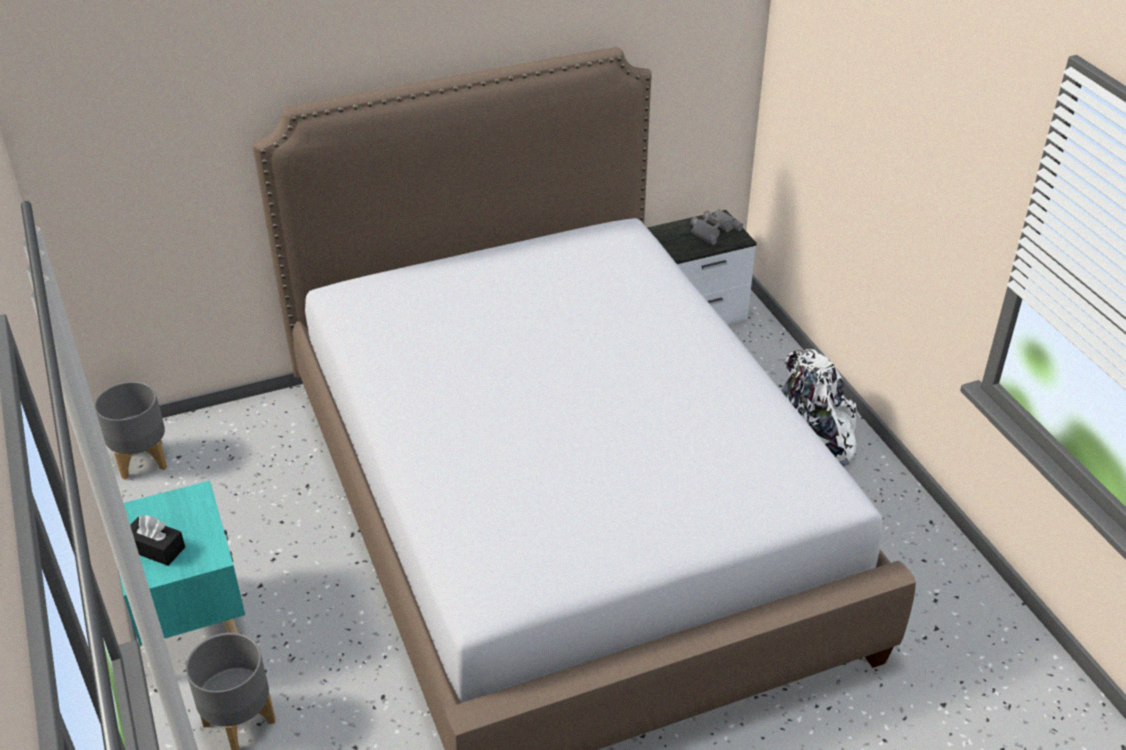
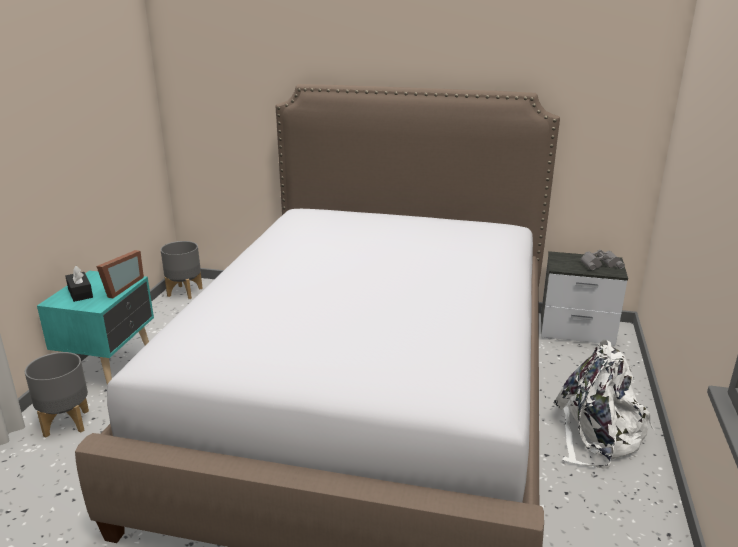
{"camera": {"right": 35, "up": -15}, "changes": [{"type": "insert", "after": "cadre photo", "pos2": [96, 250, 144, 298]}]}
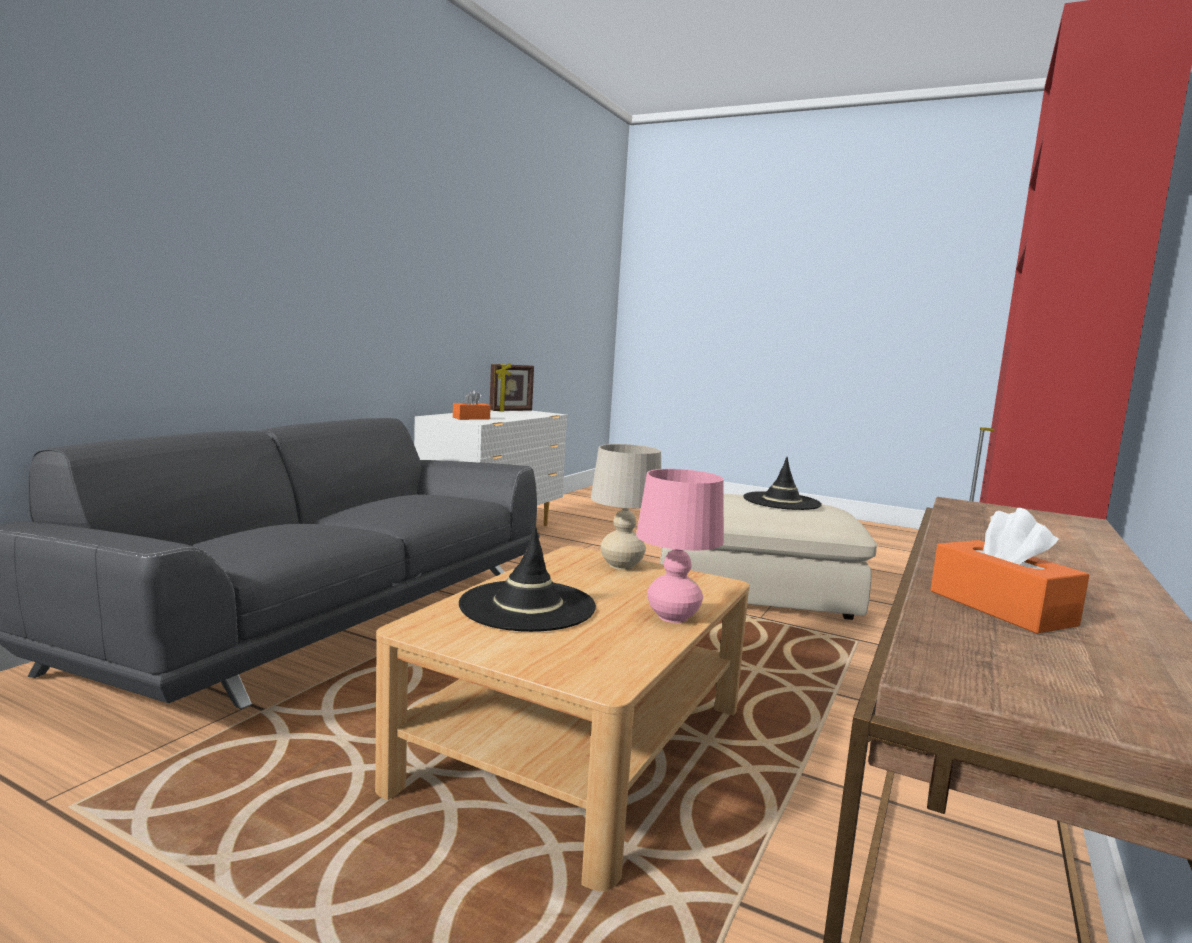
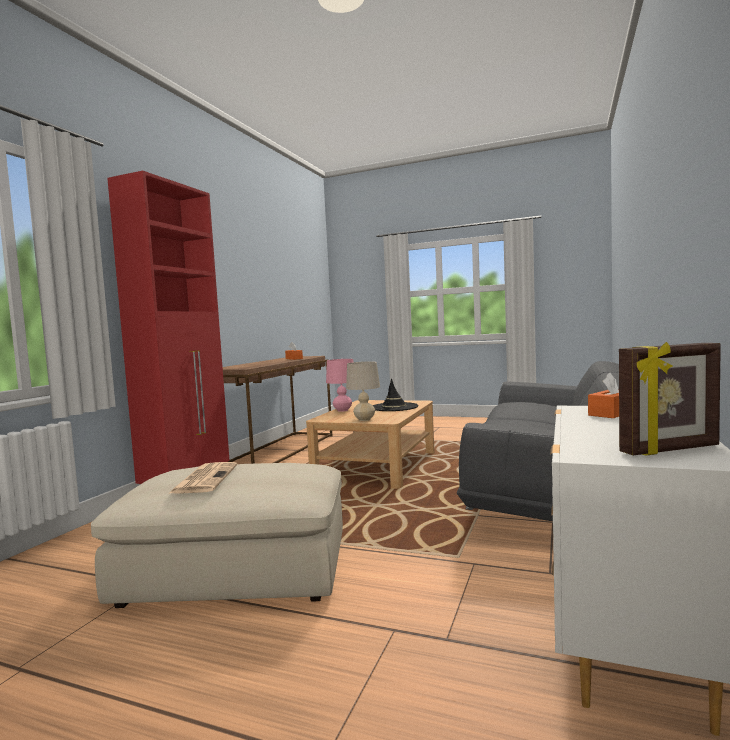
{"camera": {"right": 175, "up": -5}, "changes": [{"type": "replace", "before": "chapeau/noir", "after": "journal", "pos1": [743, 457, 822, 510], "pos2": [168, 462, 238, 494]}, {"type": "rotate", "before": "cadre photo", "pos1": [490, 363, 534, 412], "pos2": [619, 342, 721, 455], "turn": -150}]}
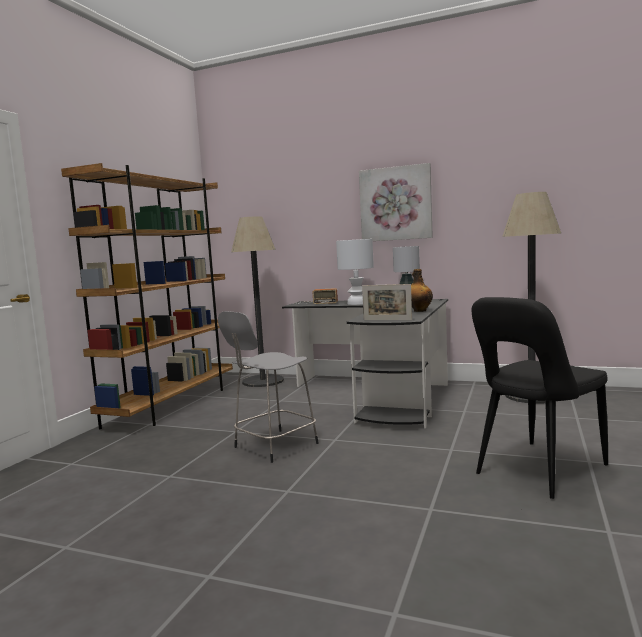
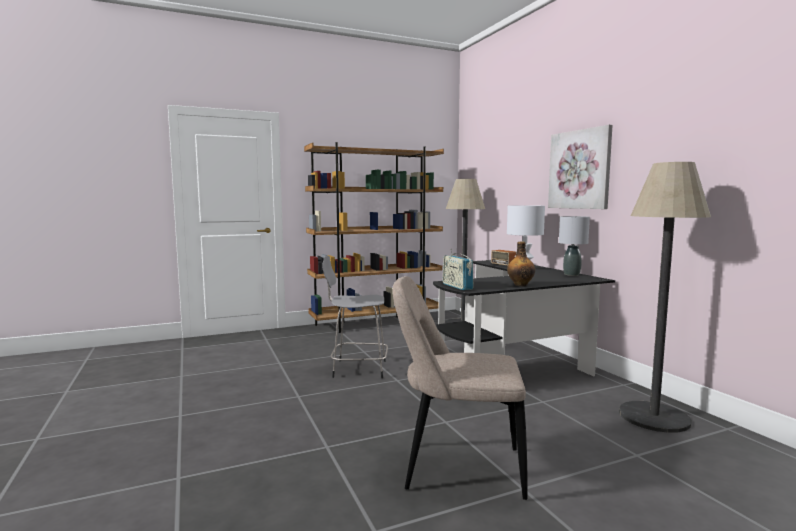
{"camera": {"right": 45, "up": 0}, "changes": [{"type": "recolor", "before": "chaise/noir", "after": "chaise/beige", "pos1": [472, 297, 608, 499], "pos2": [393, 276, 528, 500]}, {"type": "replace", "before": "cadre photo", "after": "radio", "pos1": [362, 284, 412, 320], "pos2": [442, 249, 474, 290]}]}
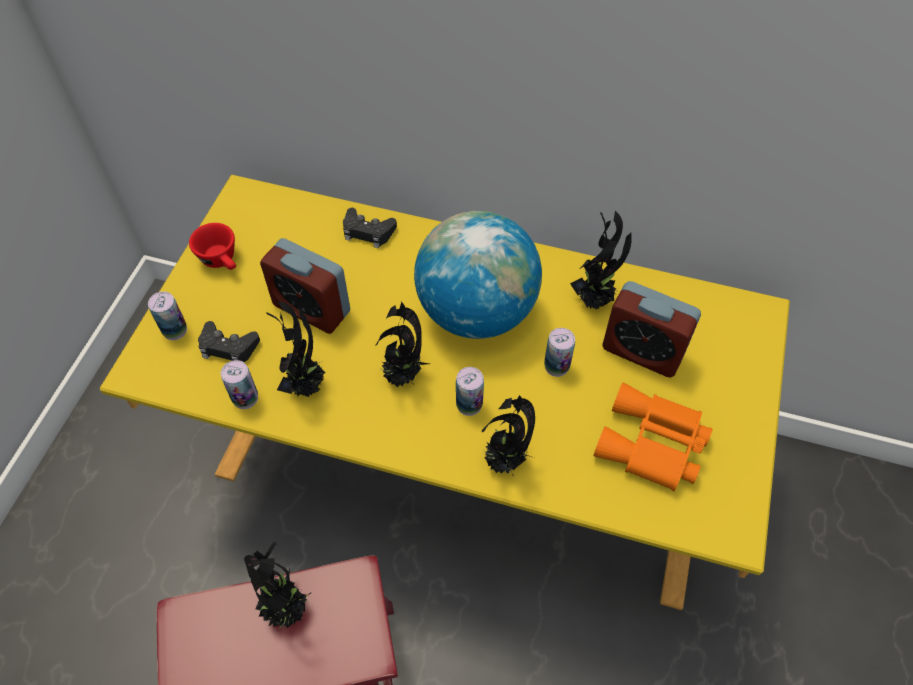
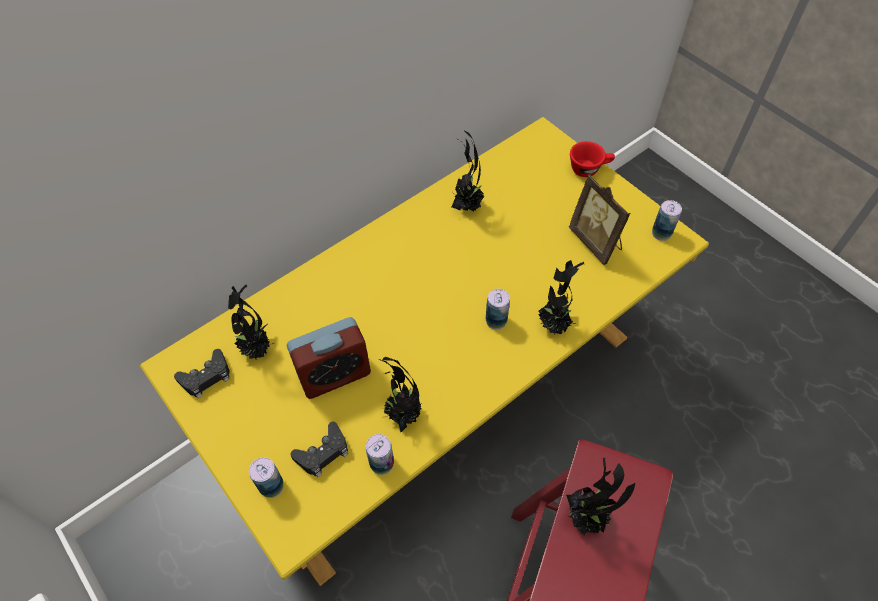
{"camera": {"right": -55, "up": 0}, "changes": [{"type": "move", "before": "manette/noir", "pos1": [343, 208, 397, 248], "pos2": [174, 349, 230, 398]}, {"type": "move", "before": "plante en pot", "pos1": [375, 301, 429, 387], "pos2": [228, 284, 274, 359]}, {"type": "replace", "before": "jumelles/orange", "after": "cadre photo", "pos1": [593, 382, 713, 491], "pos2": [569, 173, 630, 265]}, {"type": "move", "before": "tasse/rouge", "pos1": [189, 223, 236, 270], "pos2": [570, 141, 615, 177]}, {"type": "move", "before": "boîte métallique", "pos1": [544, 328, 575, 377], "pos2": [652, 200, 682, 241]}, {"type": "delete", "before": "globe", "pos1": [414, 211, 542, 339]}, {"type": "delete", "before": "réveil", "pos1": [603, 281, 701, 378]}]}
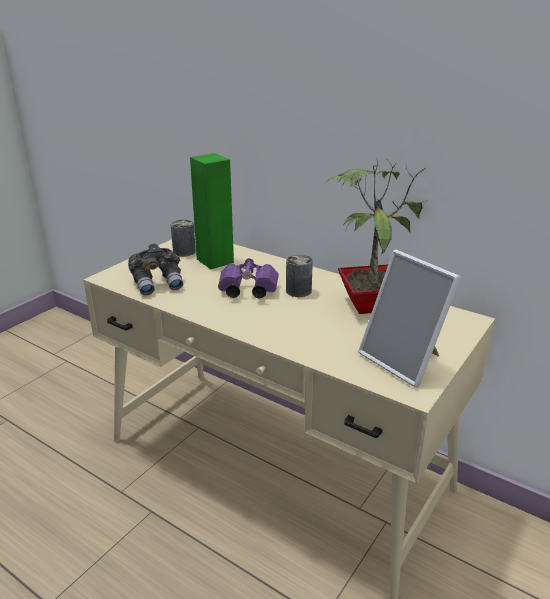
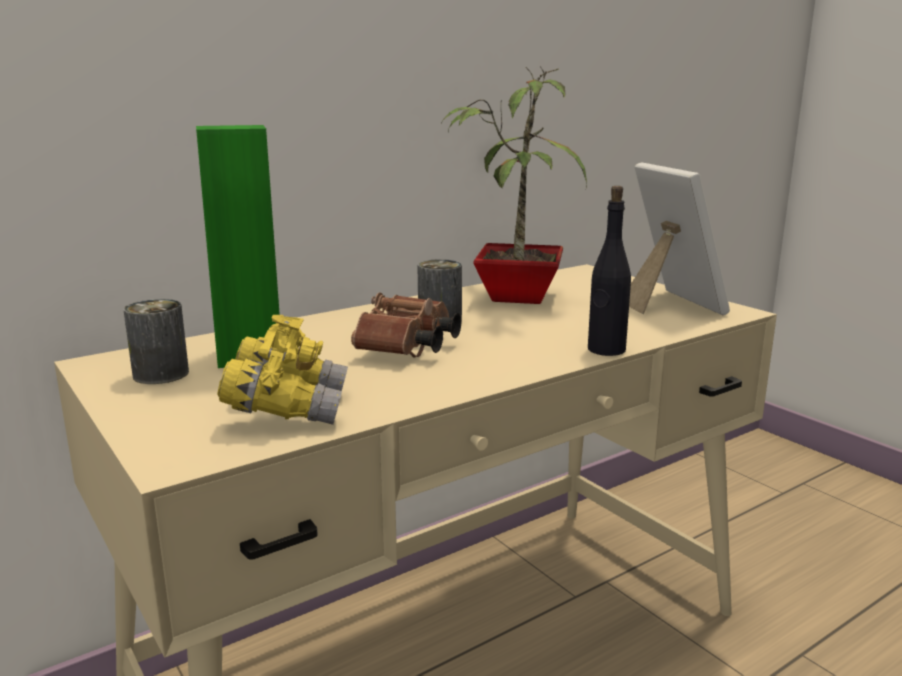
{"camera": {"right": -70, "up": -10}, "changes": [{"type": "recolor", "before": "jumelles/gris", "after": "jumelles/jaune", "pos1": [128, 244, 183, 295], "pos2": [217, 315, 348, 425]}, {"type": "recolor", "before": "jumelles/violet", "after": "jumelles/marron", "pos1": [218, 258, 279, 298], "pos2": [351, 293, 461, 358]}, {"type": "insert", "after": "bouteille/noir", "pos2": [588, 186, 631, 356]}, {"type": "rotate", "before": "cadre photo", "pos1": [358, 250, 461, 388], "pos2": [629, 163, 730, 315], "turn": -90}]}
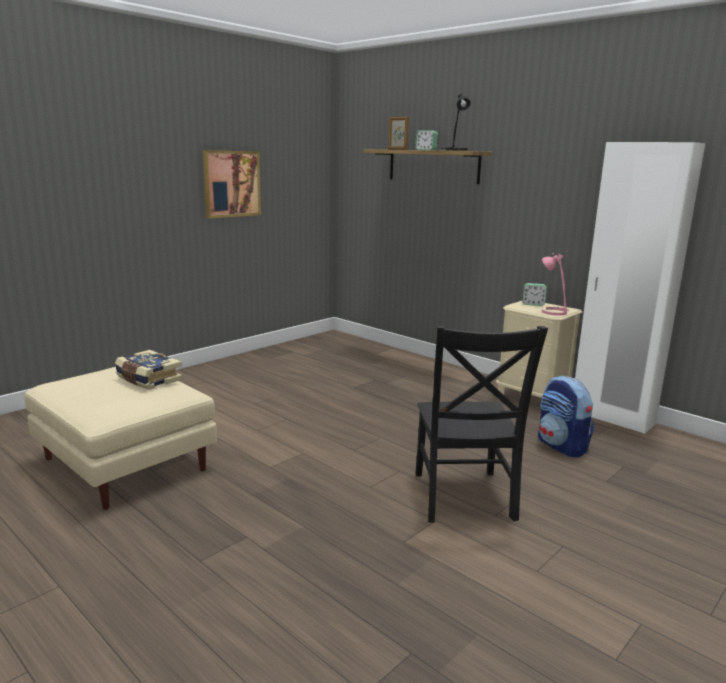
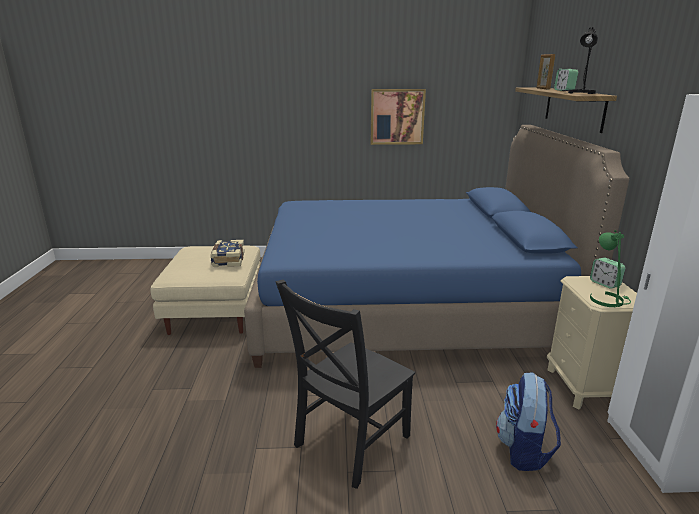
{"camera": {"right": 45, "up": 5}, "changes": [{"type": "insert", "after": "lit/bleu", "pos2": [244, 125, 629, 368]}, {"type": "recolor", "before": "lampe de table/rose", "after": "lampe de table/vert", "pos1": [542, 253, 570, 316], "pos2": [590, 230, 631, 307]}]}
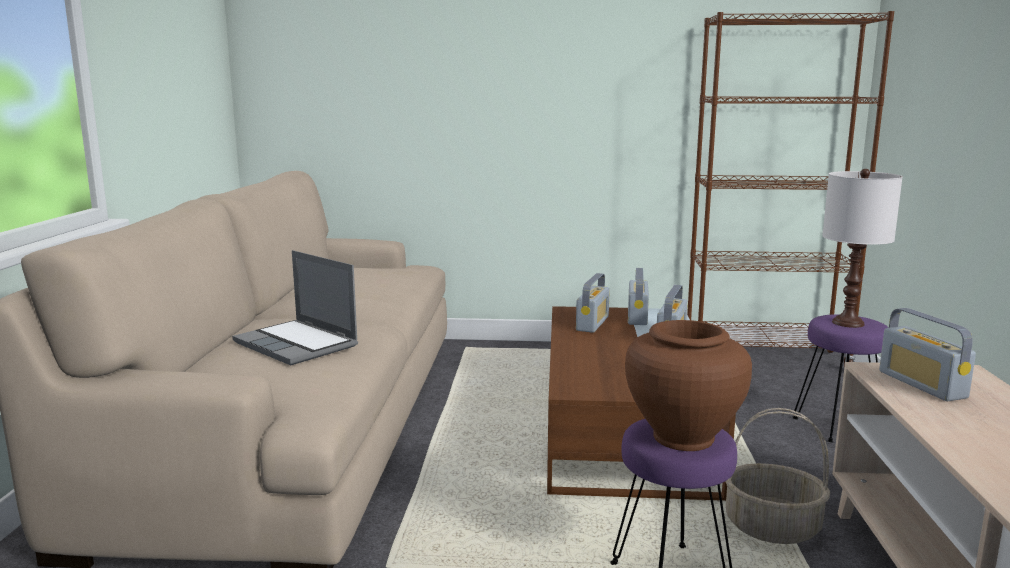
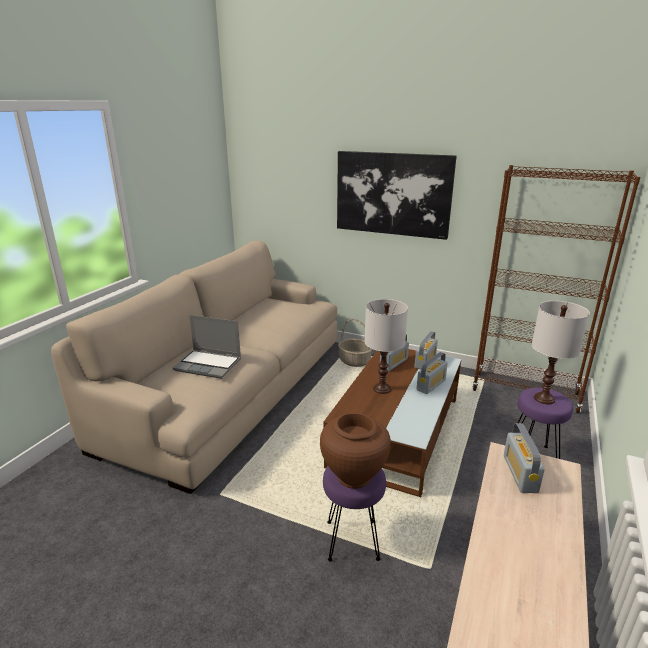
{"camera": {"right": 20, "up": 10}, "changes": [{"type": "rotate", "before": "ordinateur portable", "pos1": [232, 250, 358, 365], "pos2": [173, 315, 241, 379], "turn": -45}, {"type": "insert", "after": "tableau", "pos2": [337, 151, 457, 240]}, {"type": "move", "before": "panier", "pos1": [725, 408, 830, 544], "pos2": [338, 319, 373, 367]}, {"type": "insert", "after": "lampe de table/blanc", "pos2": [364, 299, 408, 394]}]}
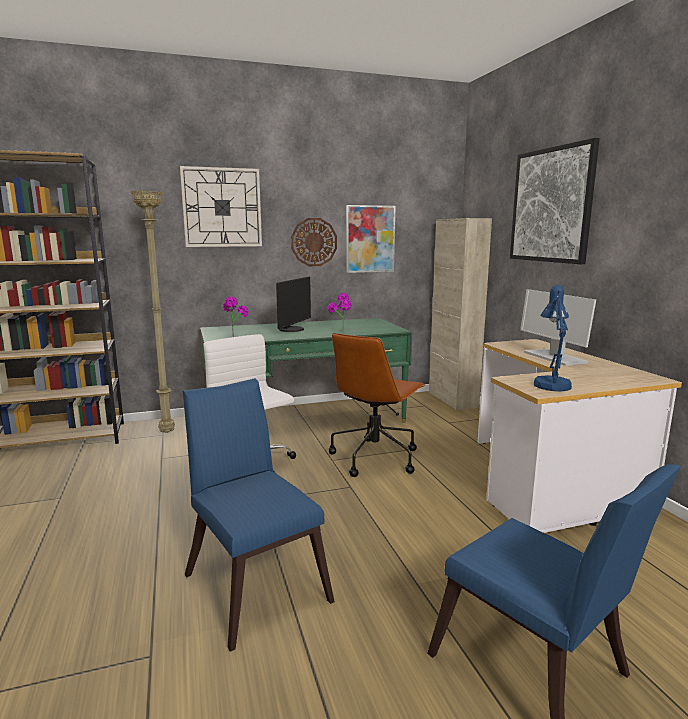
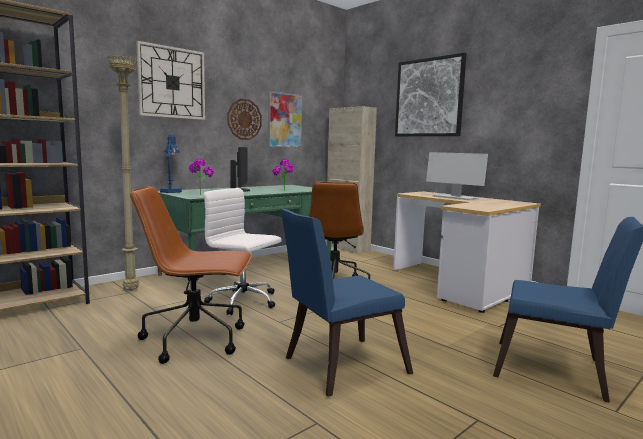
{"camera": {"right": -25, "up": -5}, "changes": [{"type": "insert", "after": "chaise de bureau/marron", "pos2": [130, 186, 252, 364]}, {"type": "move", "before": "lampe de table/bleu", "pos1": [534, 285, 572, 391], "pos2": [160, 134, 182, 193]}, {"type": "rotate", "before": "chaise/bleu", "pos1": [183, 378, 335, 652], "pos2": [281, 209, 413, 397], "turn": -60}]}
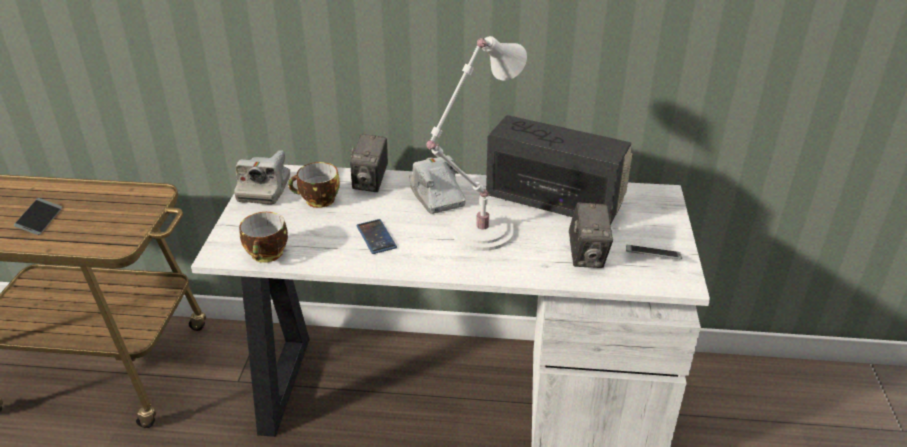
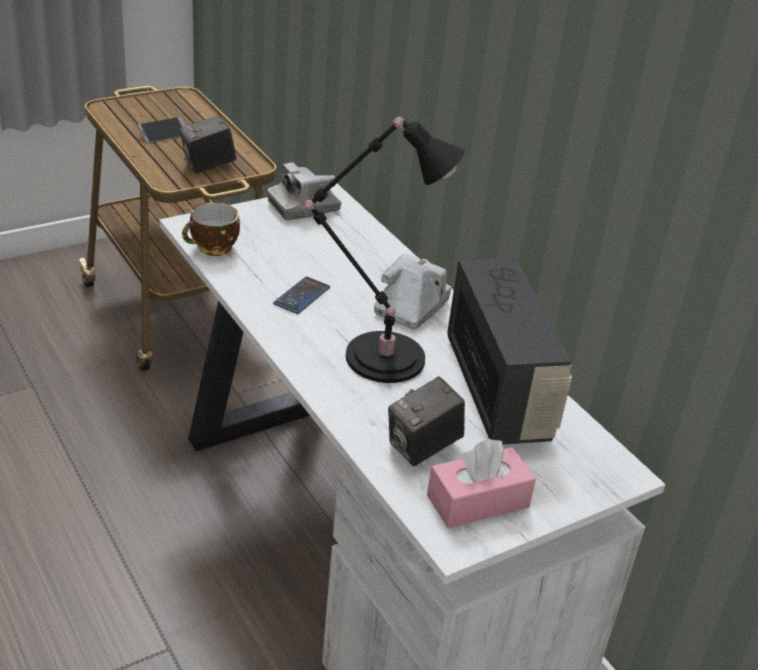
{"camera": {"right": 50, "up": 0}, "changes": [{"type": "move", "before": "appareil photo", "pos1": [350, 134, 388, 192], "pos2": [180, 115, 236, 173]}, {"type": "recolor", "before": "lampe de table/blanc", "after": "lampe de table/noir", "pos1": [426, 36, 527, 251], "pos2": [301, 117, 465, 383]}, {"type": "replace", "before": "téléphone", "after": "boîte à mouchoirs/rose", "pos1": [626, 245, 682, 259], "pos2": [427, 439, 536, 528]}, {"type": "delete", "before": "tasse", "pos1": [288, 162, 340, 208]}]}
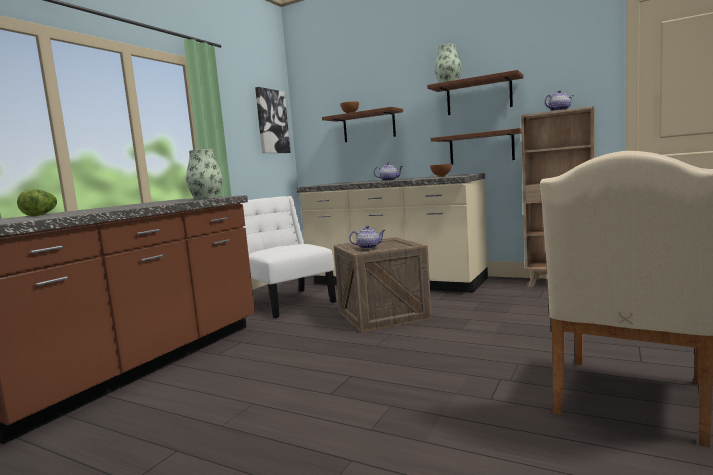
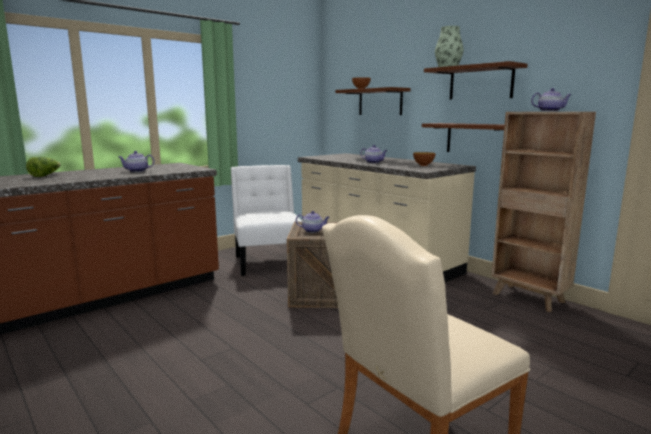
{"camera": {"right": 20, "up": 5}, "changes": [{"type": "insert", "after": "théière", "pos2": [118, 151, 155, 172]}, {"type": "delete", "before": "vase", "pos1": [186, 149, 223, 200]}, {"type": "delete", "before": "tableau", "pos1": [255, 87, 291, 153]}]}
